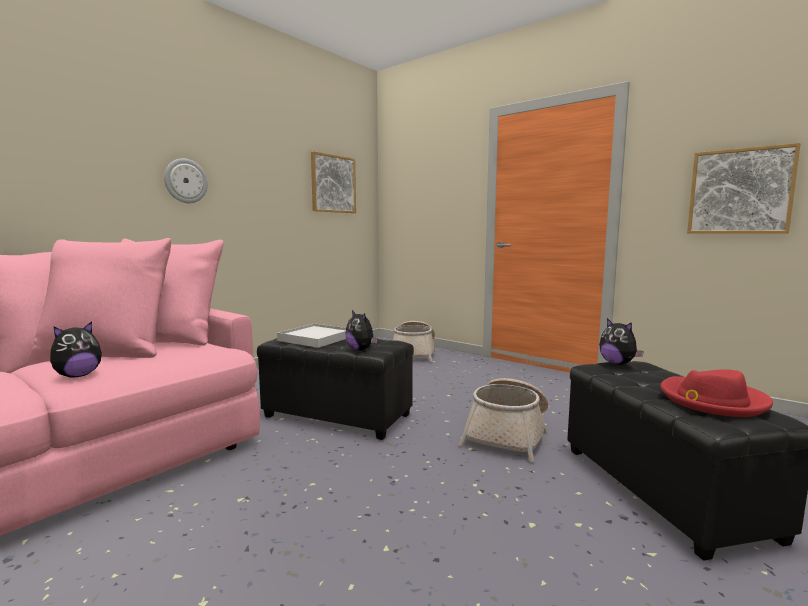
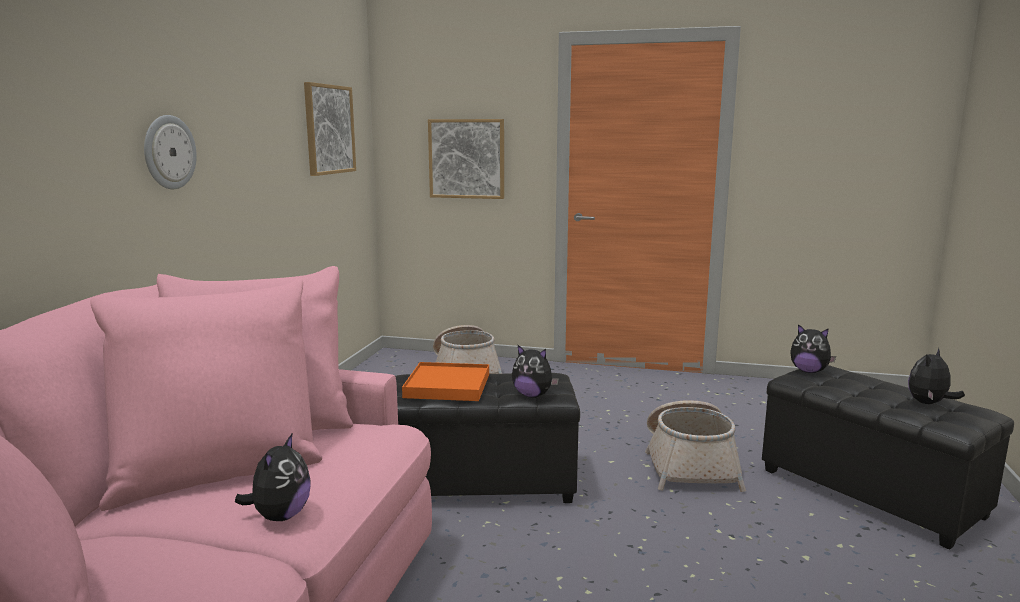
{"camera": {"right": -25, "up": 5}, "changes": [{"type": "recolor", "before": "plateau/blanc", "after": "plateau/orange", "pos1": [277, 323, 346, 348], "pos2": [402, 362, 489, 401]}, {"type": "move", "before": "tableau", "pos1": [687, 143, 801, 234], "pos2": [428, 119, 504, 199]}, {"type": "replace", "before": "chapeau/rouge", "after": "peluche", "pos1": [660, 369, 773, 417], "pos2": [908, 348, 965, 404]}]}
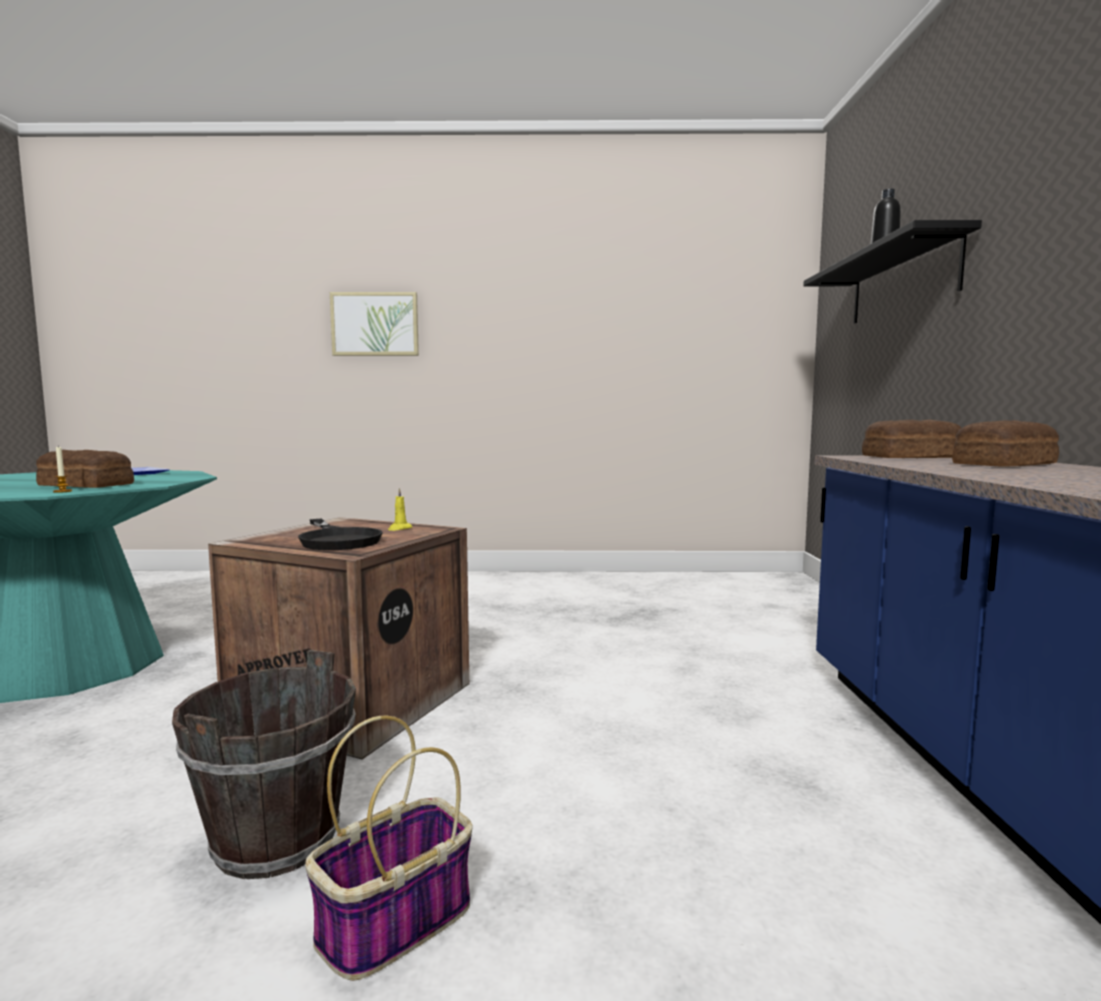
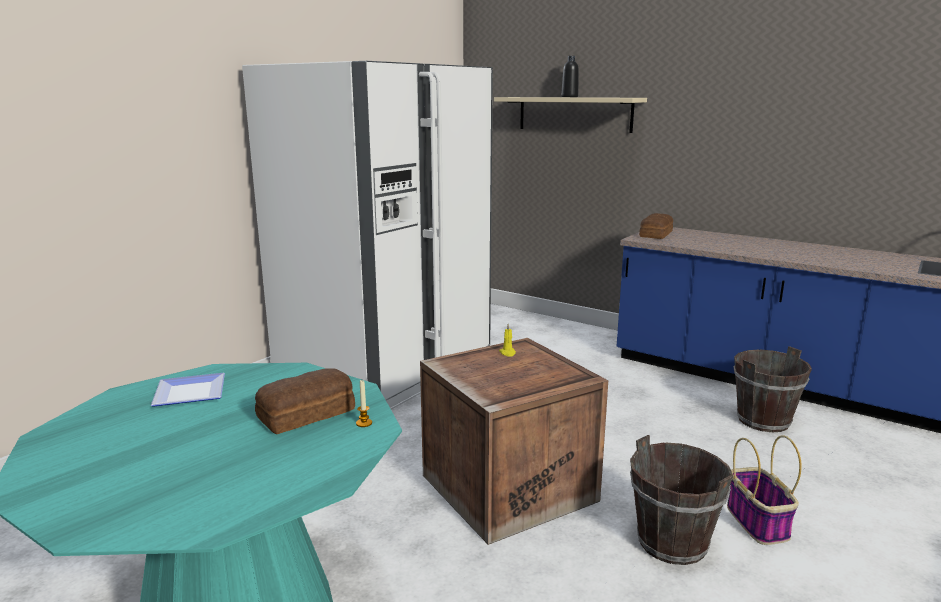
{"camera": {"right": -55, "up": 10}, "changes": [{"type": "insert", "after": "réfrigérateur/blanc", "pos2": [242, 61, 493, 410]}, {"type": "recolor", "before": "étagère/noir", "after": "étagère/beige", "pos1": [803, 220, 982, 323], "pos2": [494, 97, 647, 133]}, {"type": "insert", "after": "seau/marron", "pos2": [734, 346, 812, 432]}, {"type": "delete", "before": "poêle/noir", "pos1": [298, 519, 383, 550]}, {"type": "delete", "before": "tableau", "pos1": [330, 292, 419, 356]}, {"type": "delete", "before": "pain", "pos1": [952, 420, 1059, 467]}]}
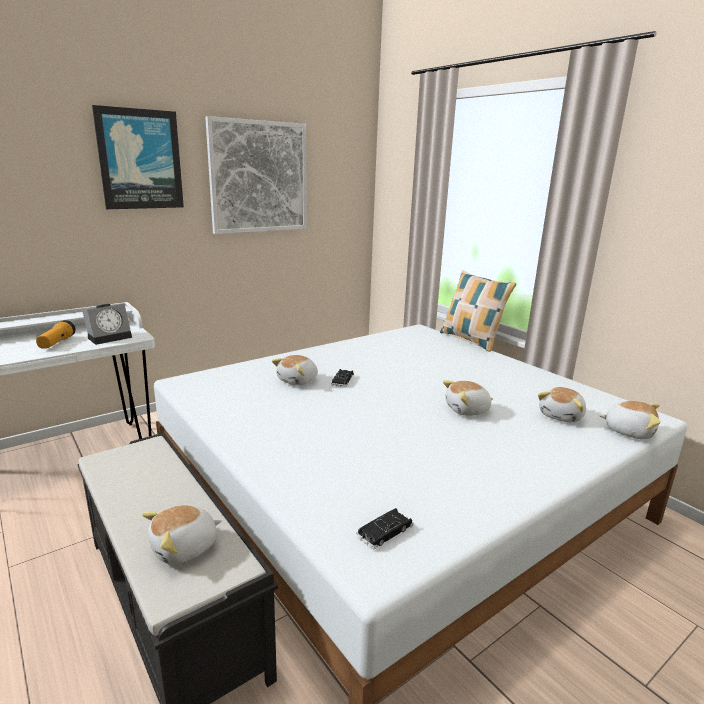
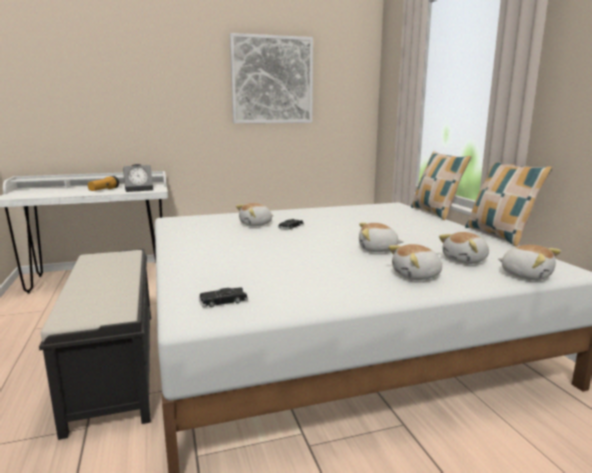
{"camera": {"right": 20, "up": -5}, "changes": [{"type": "move", "before": "peluche", "pos1": [142, 505, 222, 565], "pos2": [388, 244, 443, 280]}, {"type": "insert", "after": "coussin", "pos2": [465, 162, 553, 247]}, {"type": "delete", "before": "tableau", "pos1": [92, 105, 184, 209]}]}
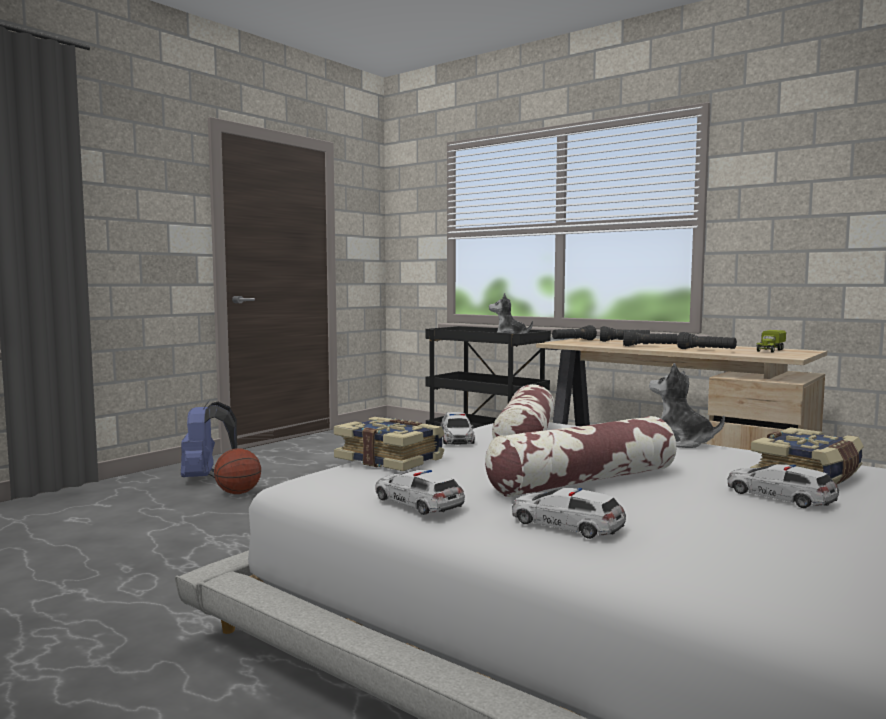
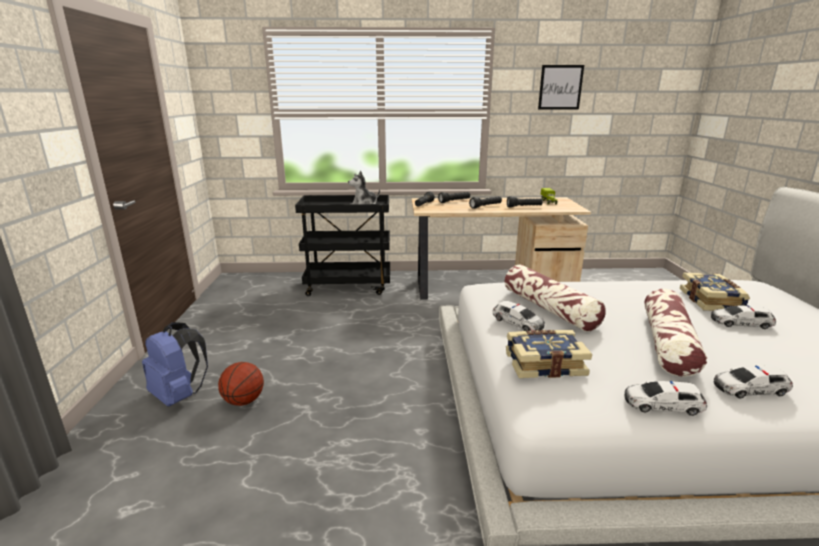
{"camera": {"right": -40, "up": 15}, "changes": [{"type": "insert", "after": "tableau", "pos2": [538, 65, 584, 110]}, {"type": "delete", "before": "peluche", "pos1": [649, 363, 725, 448]}]}
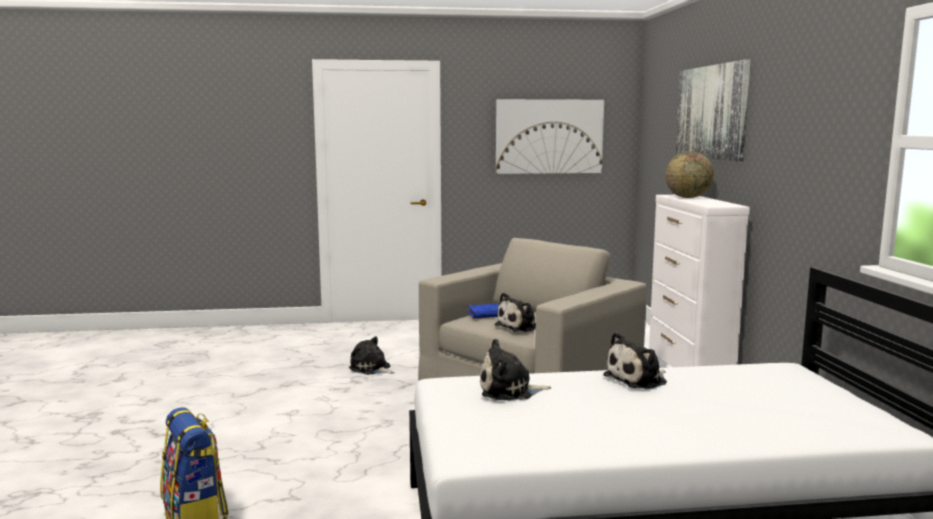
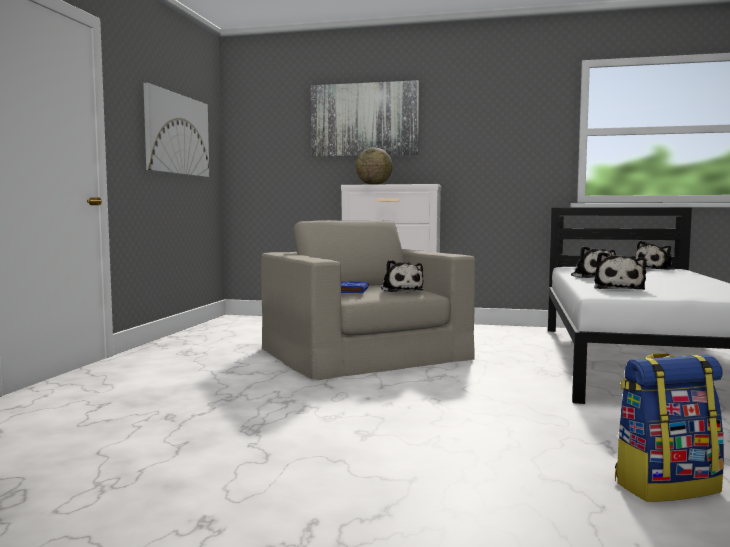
{"camera": {"right": -70, "up": -5}, "changes": [{"type": "move", "before": "peluche", "pos1": [349, 336, 395, 375], "pos2": [635, 241, 675, 270]}]}
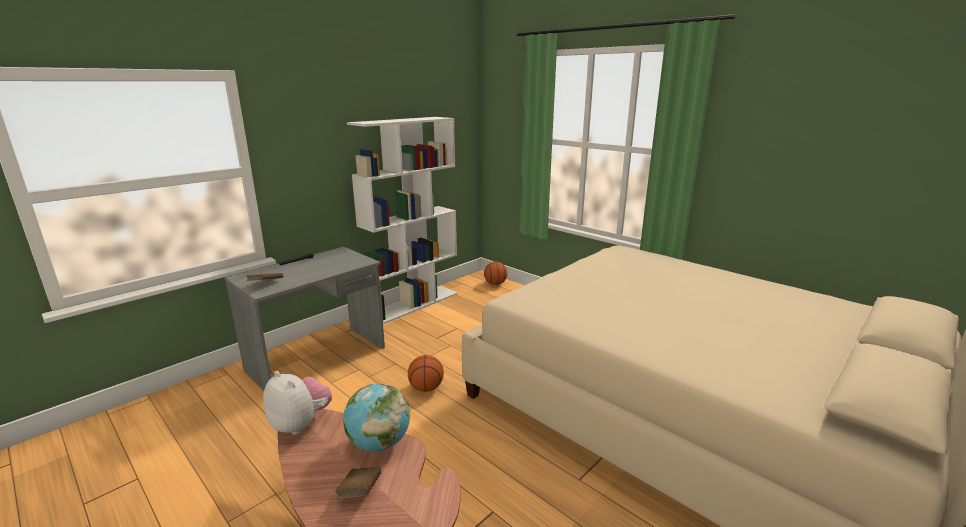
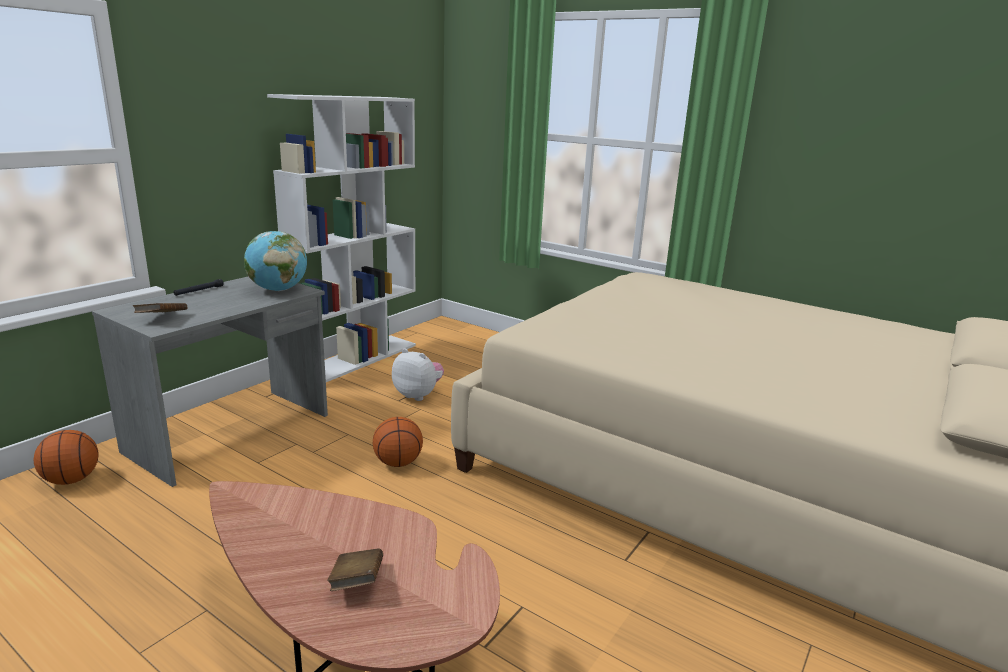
{"camera": {"right": -10, "up": 0}, "changes": [{"type": "move", "before": "ballon de basket", "pos1": [484, 262, 507, 285], "pos2": [33, 430, 99, 485]}, {"type": "move", "before": "globe", "pos1": [343, 383, 410, 452], "pos2": [244, 231, 307, 291]}, {"type": "move", "before": "peluche", "pos1": [263, 371, 332, 435], "pos2": [392, 348, 444, 401]}]}
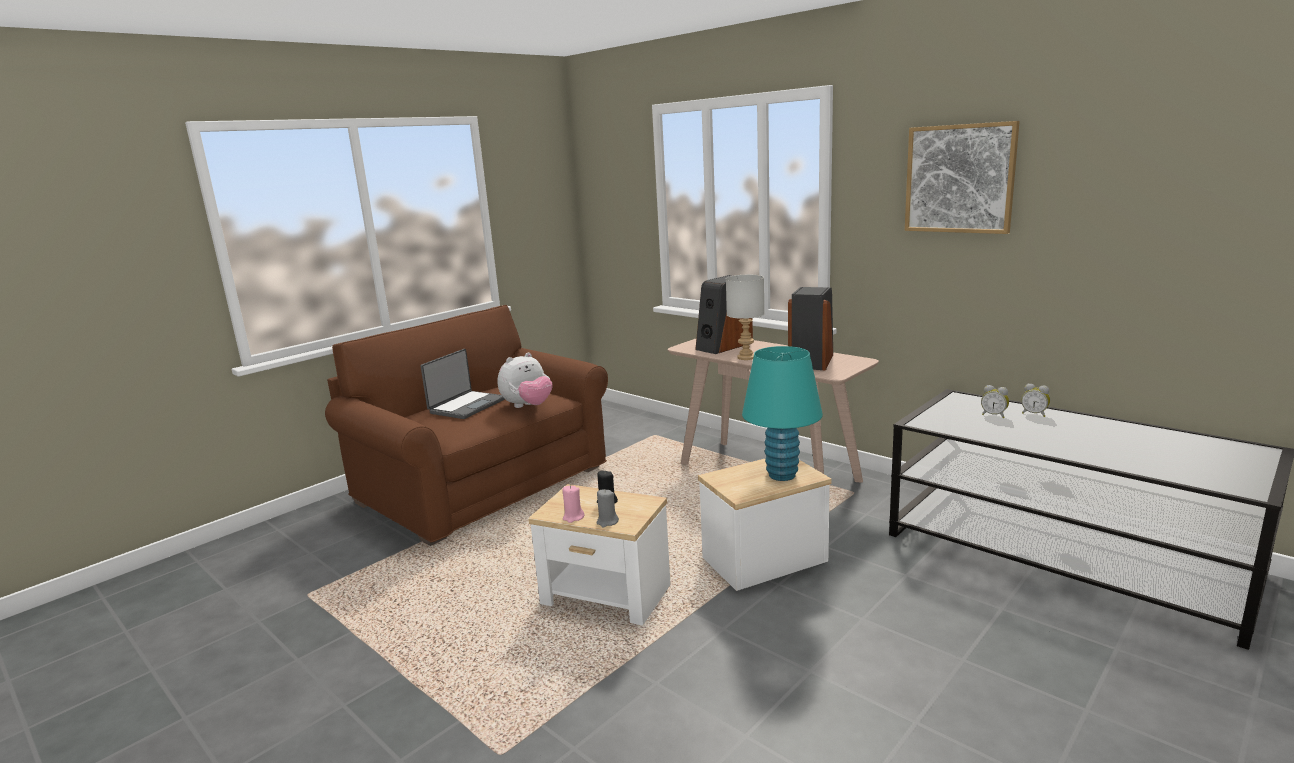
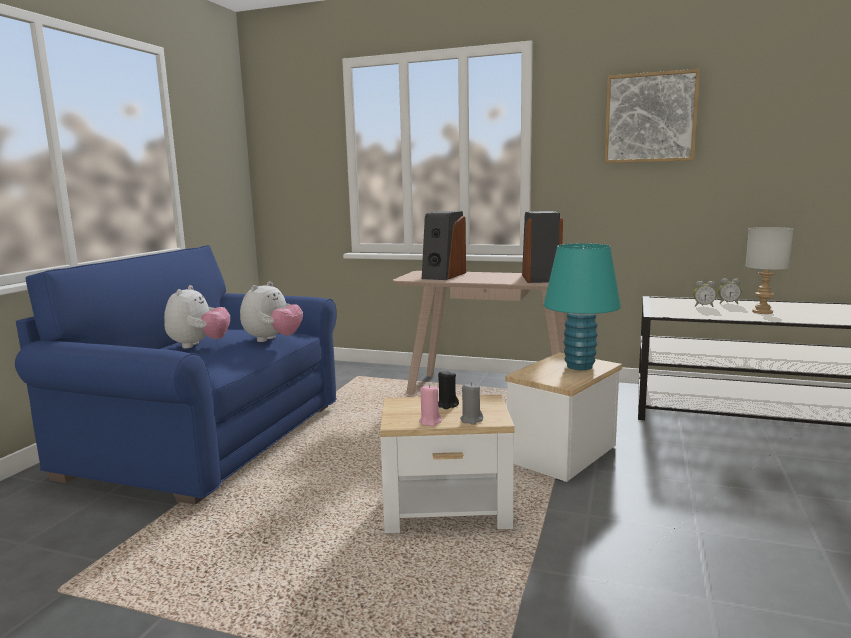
{"camera": {"right": -25, "up": -5}, "changes": [{"type": "recolor", "before": "canapé/marron", "after": "canapé/bleu", "pos1": [325, 305, 608, 546], "pos2": [15, 245, 337, 505]}, {"type": "replace", "before": "ordinateur portable", "after": "peluche", "pos1": [421, 349, 505, 419], "pos2": [164, 285, 230, 348]}, {"type": "move", "before": "lampe de table/gris", "pos1": [726, 275, 764, 360], "pos2": [745, 227, 793, 314]}]}
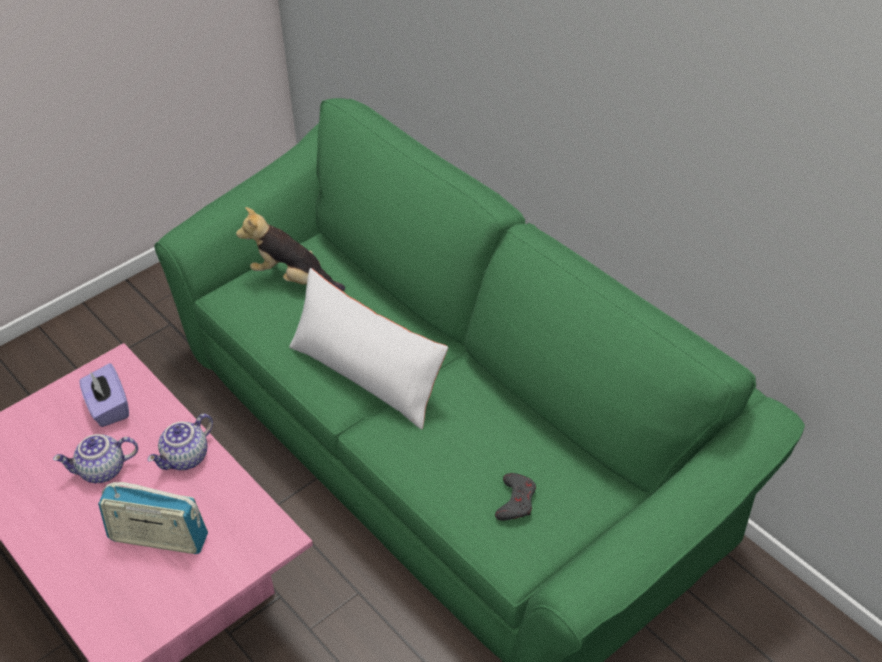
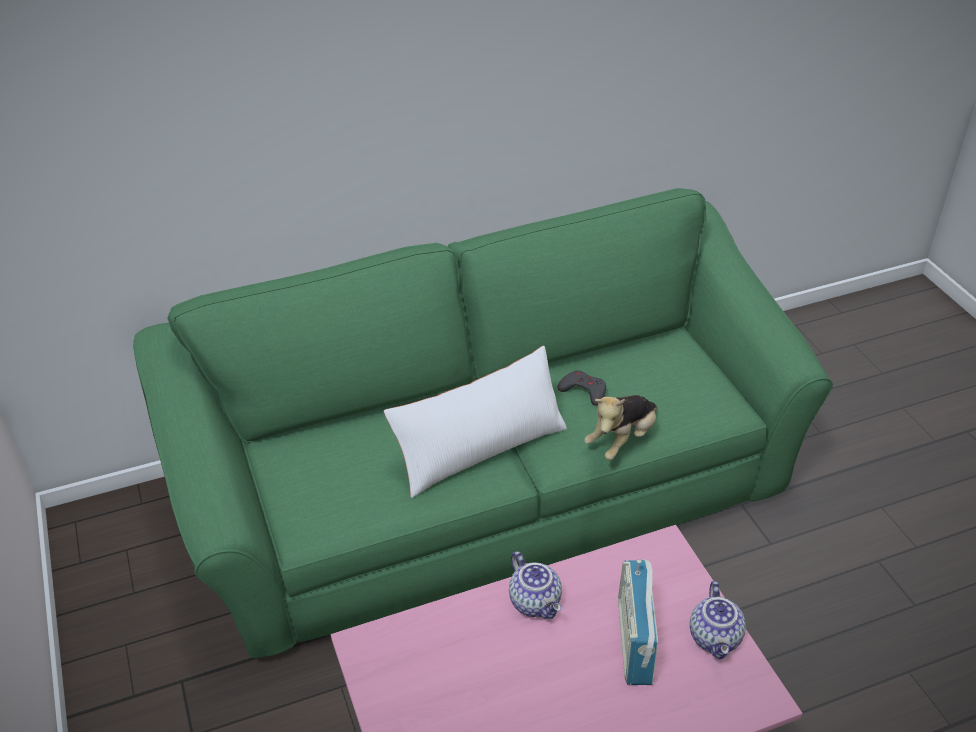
{"camera": {"right": -70, "up": -5}, "changes": [{"type": "move", "before": "manette/gris", "pos1": [495, 473, 536, 521], "pos2": [558, 371, 606, 406]}, {"type": "move", "before": "peluche", "pos1": [236, 207, 345, 291], "pos2": [584, 395, 657, 460]}, {"type": "rotate", "before": "radio", "pos1": [98, 482, 208, 554], "pos2": [618, 559, 658, 685], "turn": 150}, {"type": "move", "before": "théière", "pos1": [53, 434, 138, 483], "pos2": [690, 581, 746, 659]}, {"type": "delete", "before": "boîte à mouchoirs/violet", "pos1": [79, 363, 129, 427]}]}
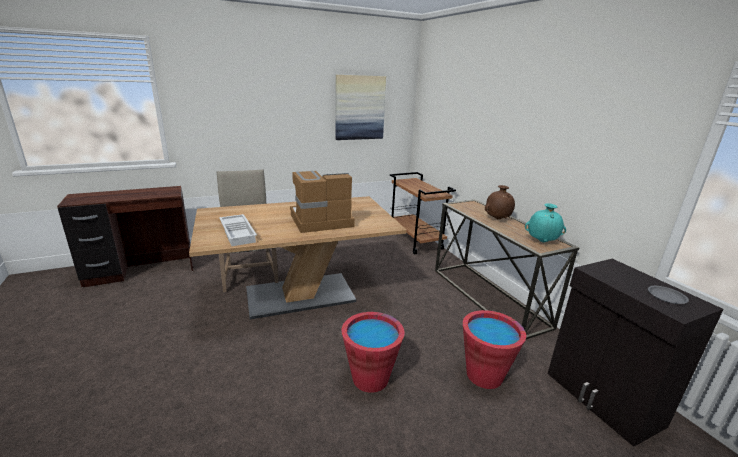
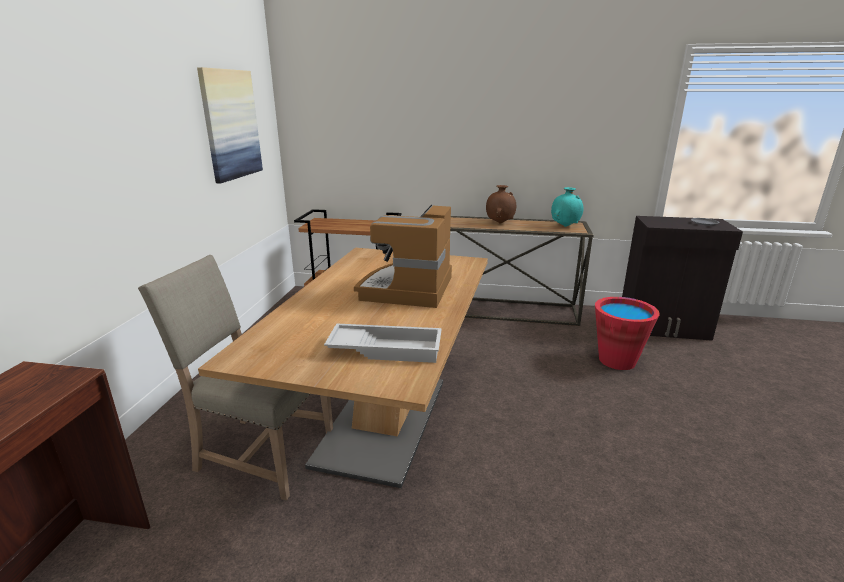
{"camera": {"right": -55, "up": 0}, "changes": [{"type": "delete", "before": "seau/rouge", "pos1": [342, 312, 404, 393]}]}
